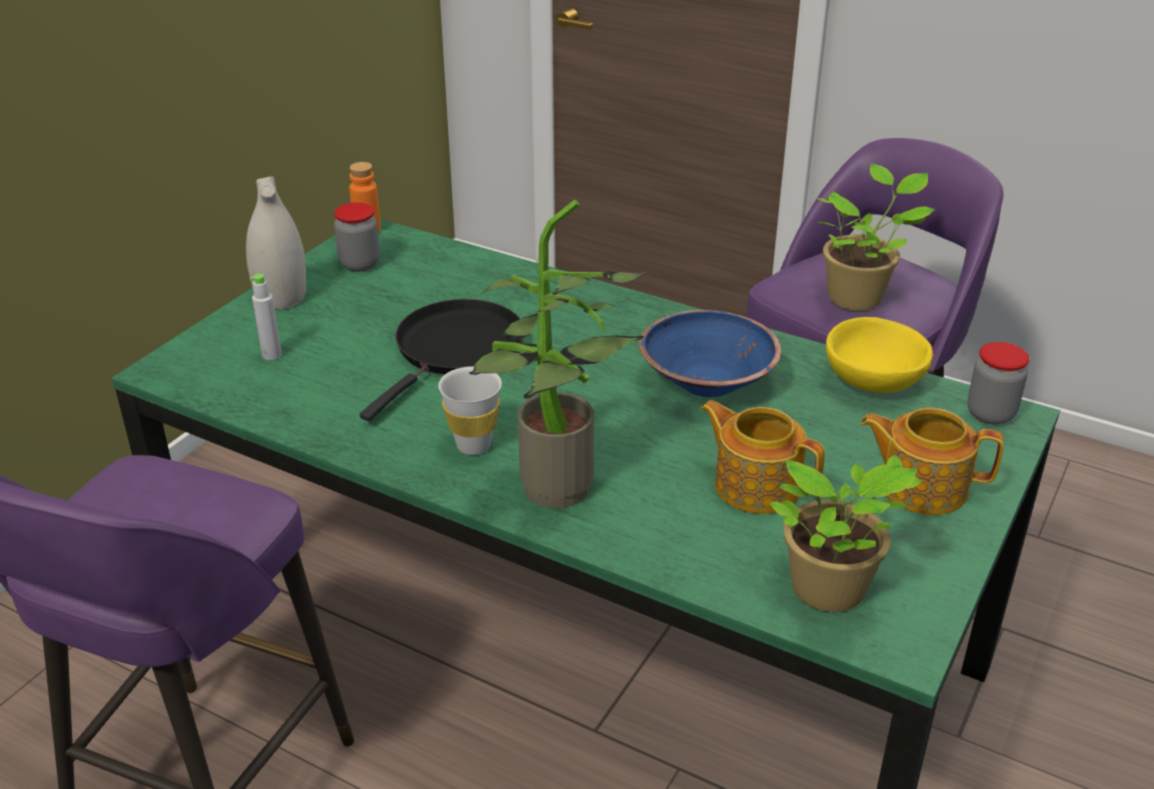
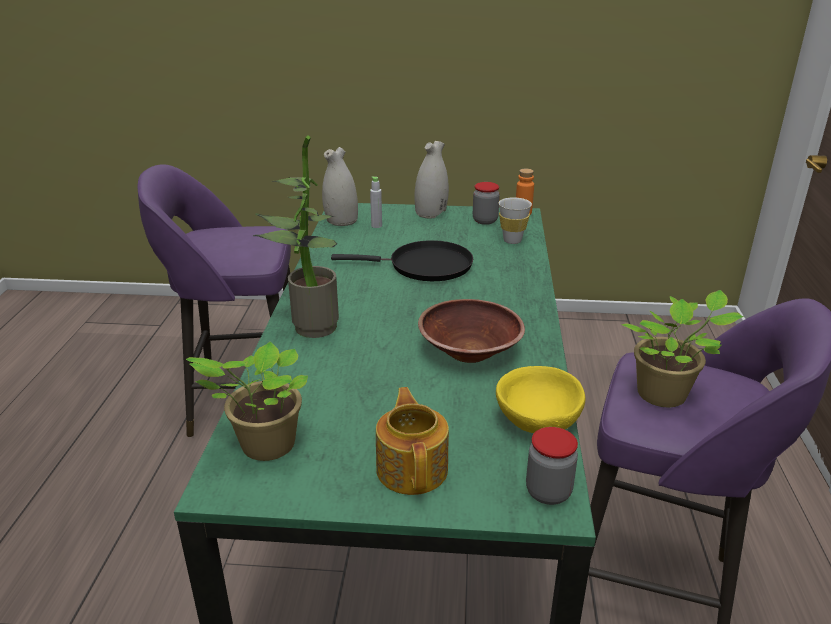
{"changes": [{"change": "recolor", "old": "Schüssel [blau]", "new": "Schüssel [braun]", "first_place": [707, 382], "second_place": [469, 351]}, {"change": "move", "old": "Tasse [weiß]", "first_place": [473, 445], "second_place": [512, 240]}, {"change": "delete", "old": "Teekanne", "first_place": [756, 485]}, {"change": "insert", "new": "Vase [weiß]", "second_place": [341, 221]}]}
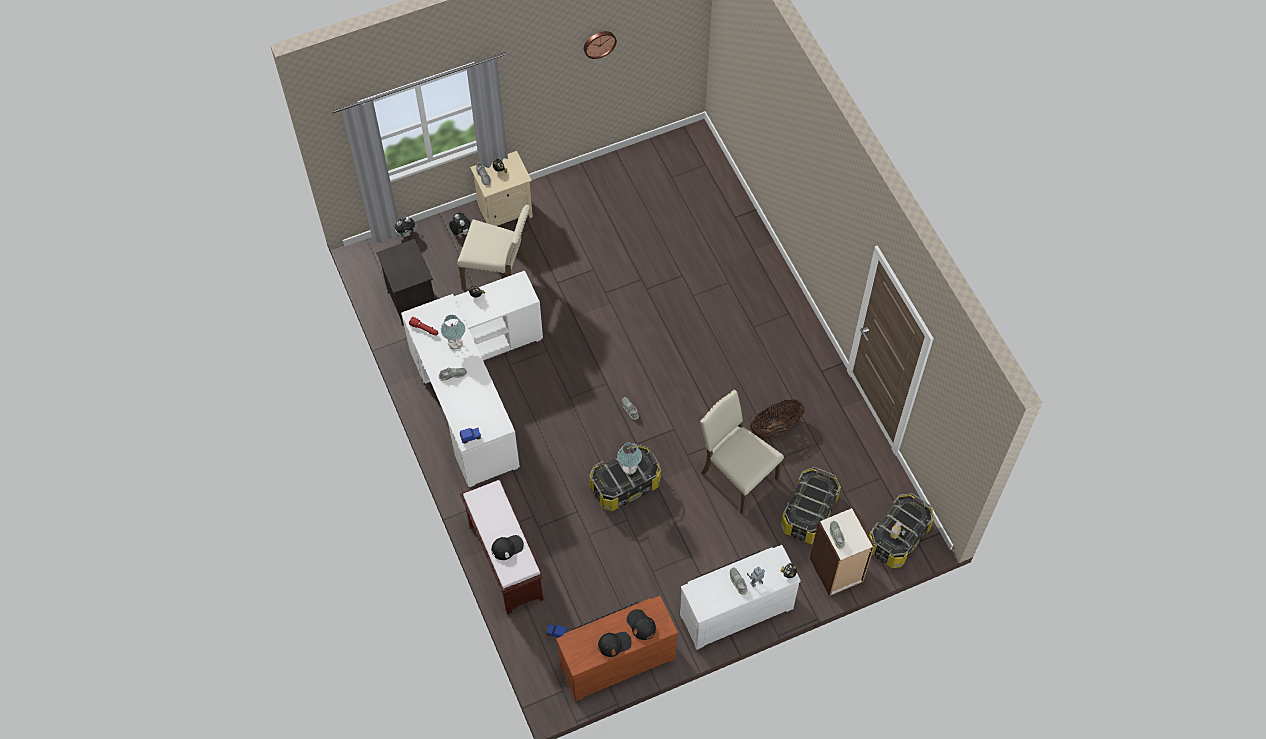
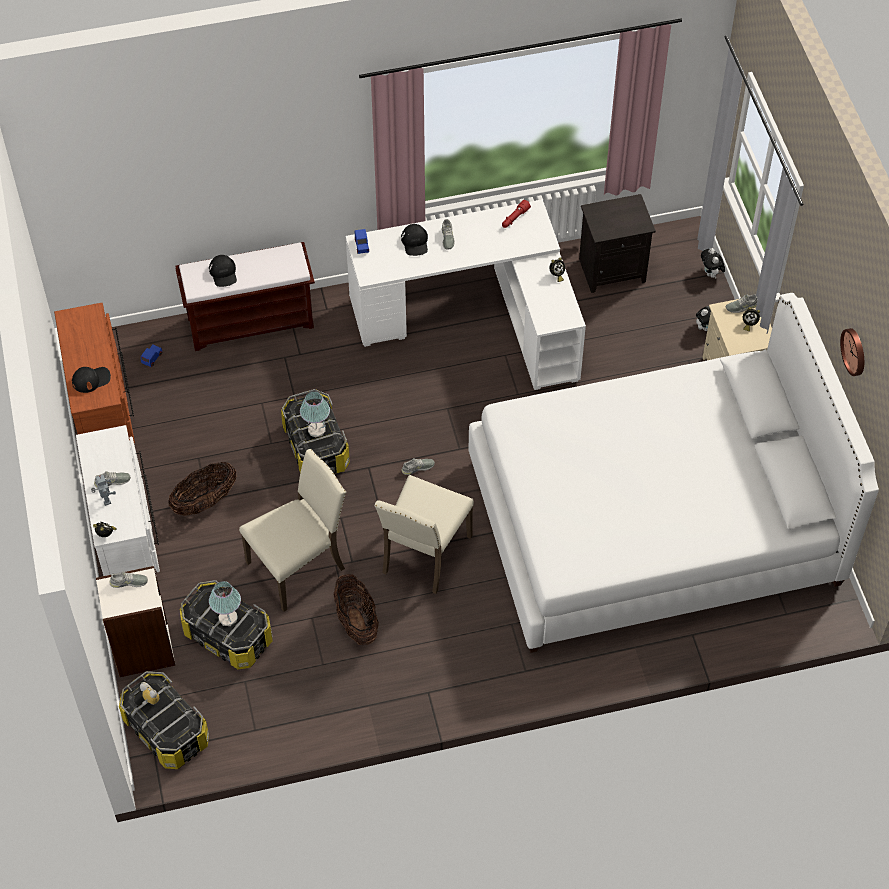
{"changes": [{"change": "move", "old": "Stuhl [beige]", "first_place": [498, 274], "second_place": [424, 555]}, {"change": "move", "old": "Tischlampe", "first_place": [455, 343], "second_place": [228, 618]}, {"change": "move", "old": "Kappe [schwarz]", "first_place": [614, 644], "second_place": [415, 242]}, {"change": "insert", "new": "Bett [weiß]", "second_place": [653, 522]}, {"change": "insert", "new": "Korb", "second_place": [205, 501]}]}
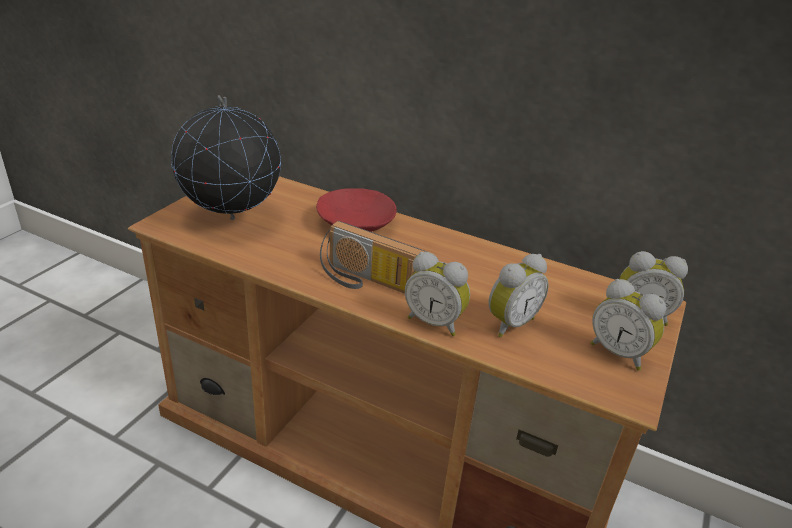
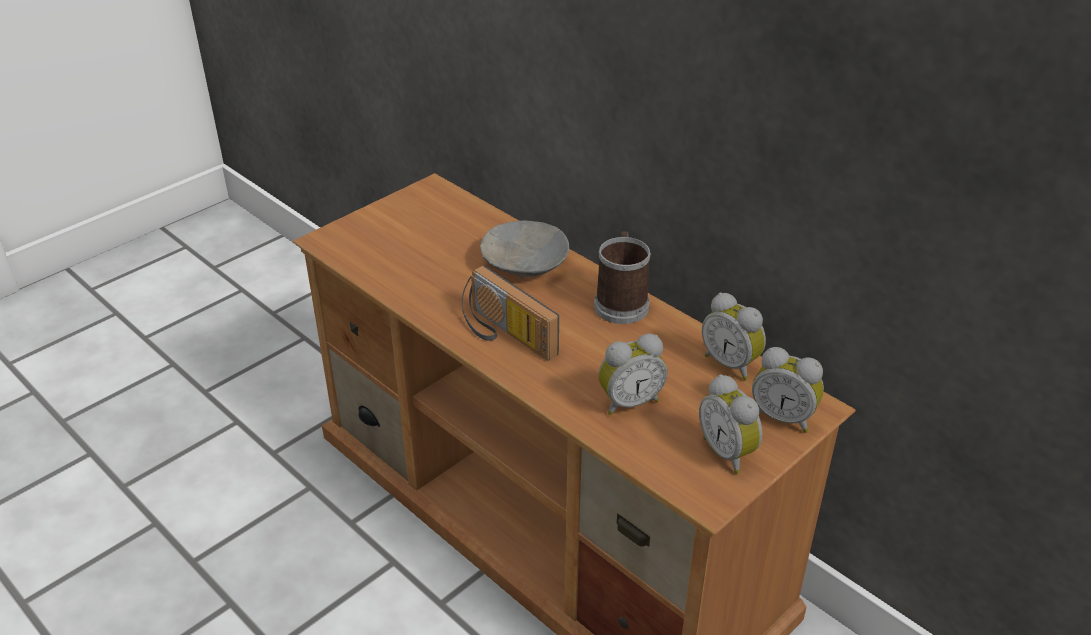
{"changes": [{"change": "delete", "old": "Globus", "first_place": [232, 220]}, {"change": "recolor", "old": "Schüssel [rot]", "new": "Schüssel [grau]", "first_place": [355, 224], "second_place": [524, 263]}, {"change": "move", "old": "Wecker", "first_place": [435, 322], "second_place": [731, 363]}, {"change": "insert", "new": "Henkelbecher", "second_place": [621, 302]}]}
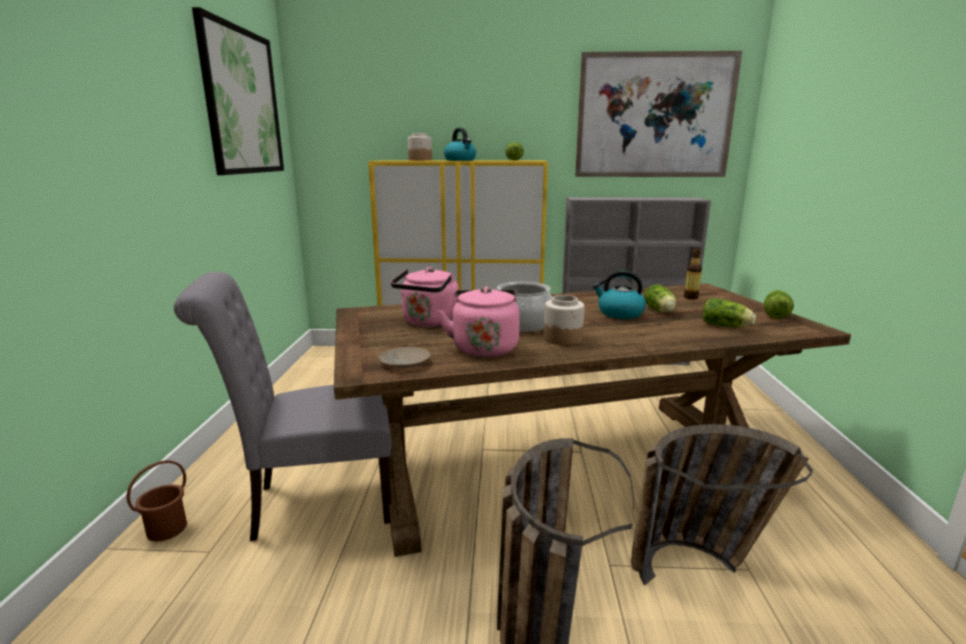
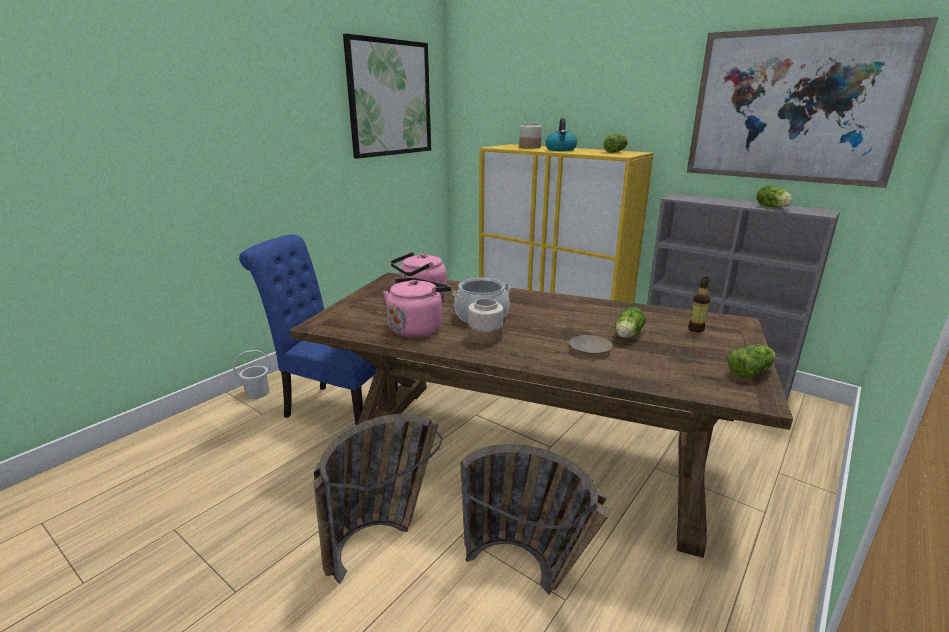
{"changes": [{"change": "delete", "old": "Wasserkessel", "first_place": [619, 313]}, {"change": "recolor", "old": "Stuhl [grau]", "new": "Stuhl [blau]", "first_place": [314, 503], "second_place": [335, 408]}, {"change": "move", "old": "Salatkopf", "first_place": [727, 326], "second_place": [773, 207]}, {"change": "move", "old": "Teller [beige]", "first_place": [404, 363], "second_place": [589, 349]}, {"change": "recolor", "old": "Eimer [braun]", "new": "Eimer [weiß]", "first_place": [167, 529], "second_place": [257, 393]}]}
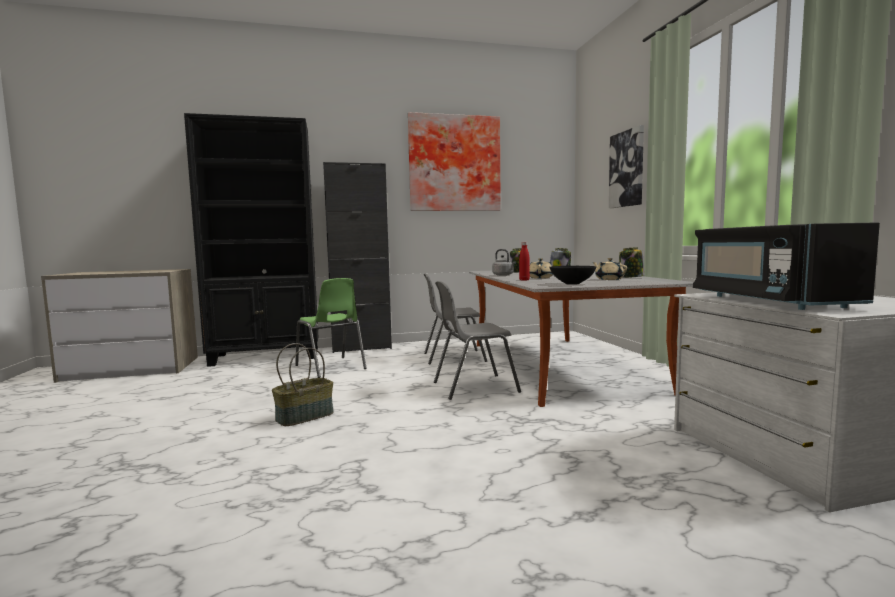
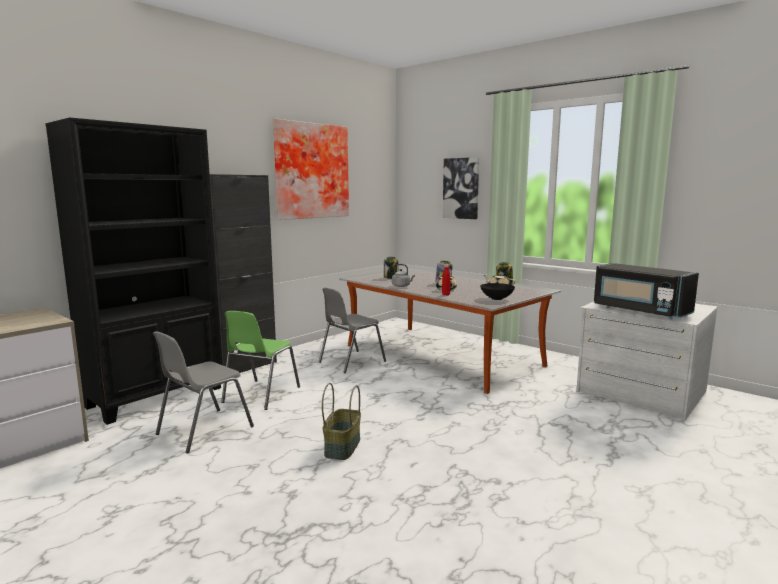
{"changes": [{"change": "rotate", "old": "Stuhl [grün]", "first_place": [331, 367], "second_place": [260, 395], "degrees": 90}, {"change": "move", "old": "Stuhl [grau]", "first_place": [473, 387], "second_place": [203, 431]}]}
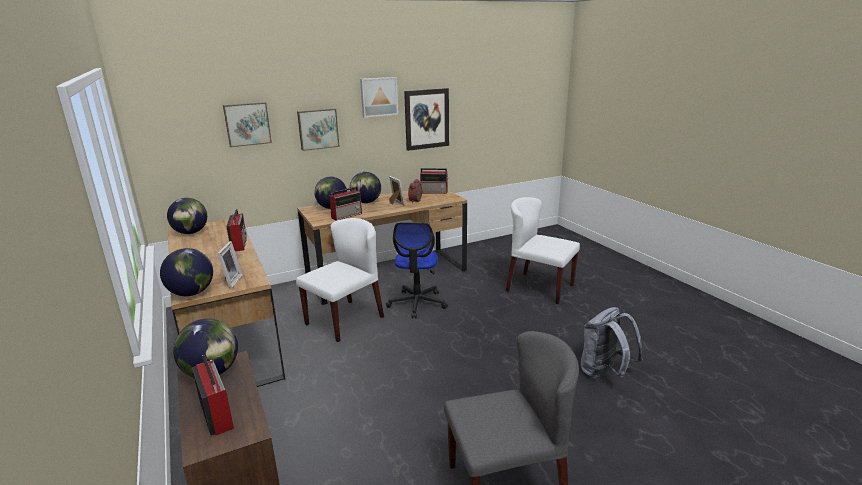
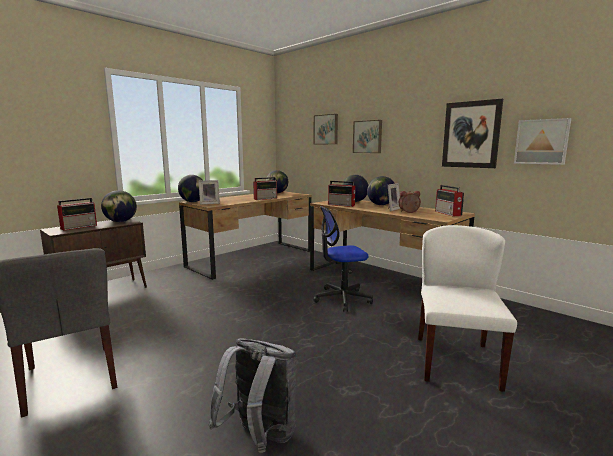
{"changes": [{"change": "move", "old": "Bild", "first_place": [378, 96], "second_place": [541, 142]}, {"change": "delete", "old": "Stuhl [weiß]", "first_place": [345, 320]}]}
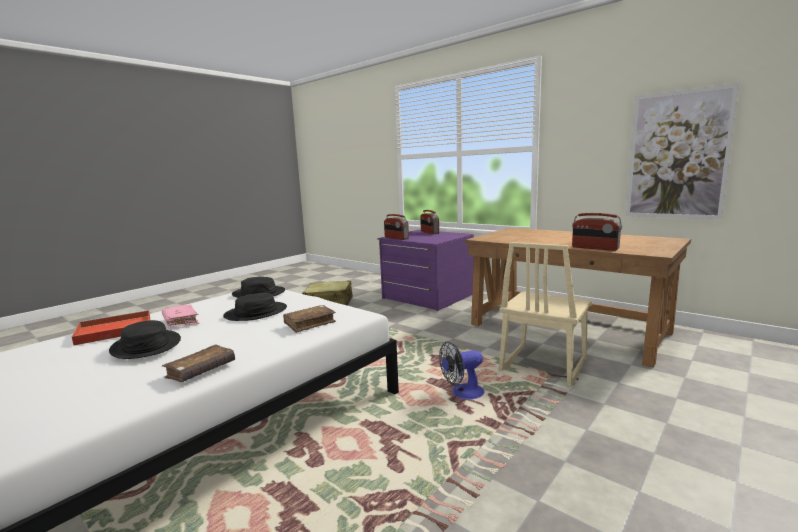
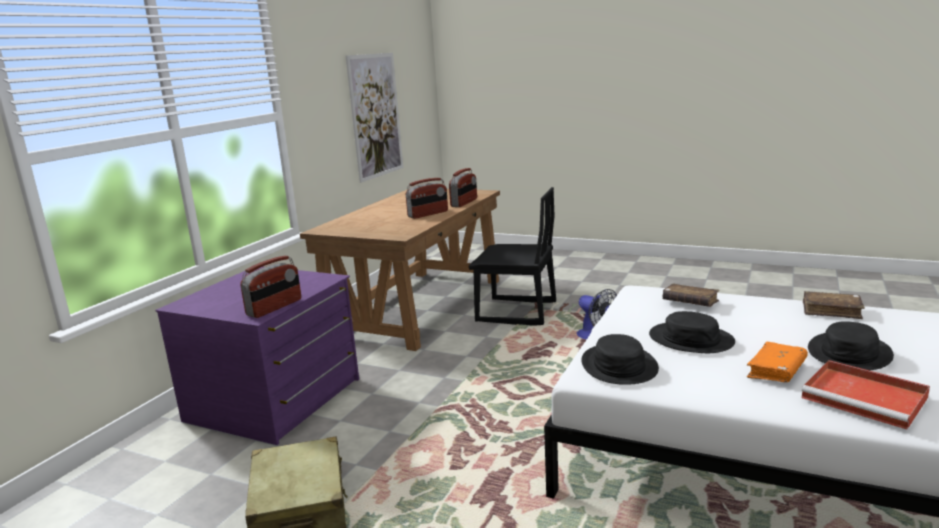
{"changes": [{"change": "move", "old": "Radio", "first_place": [429, 232], "second_place": [428, 214]}, {"change": "recolor", "old": "Stuhl [beige]", "new": "Stuhl [schwarz]", "first_place": [542, 365], "second_place": [516, 312]}, {"change": "recolor", "old": "Buch [rosa]", "new": "Buch [orange]", "first_place": [181, 321], "second_place": [776, 370]}]}
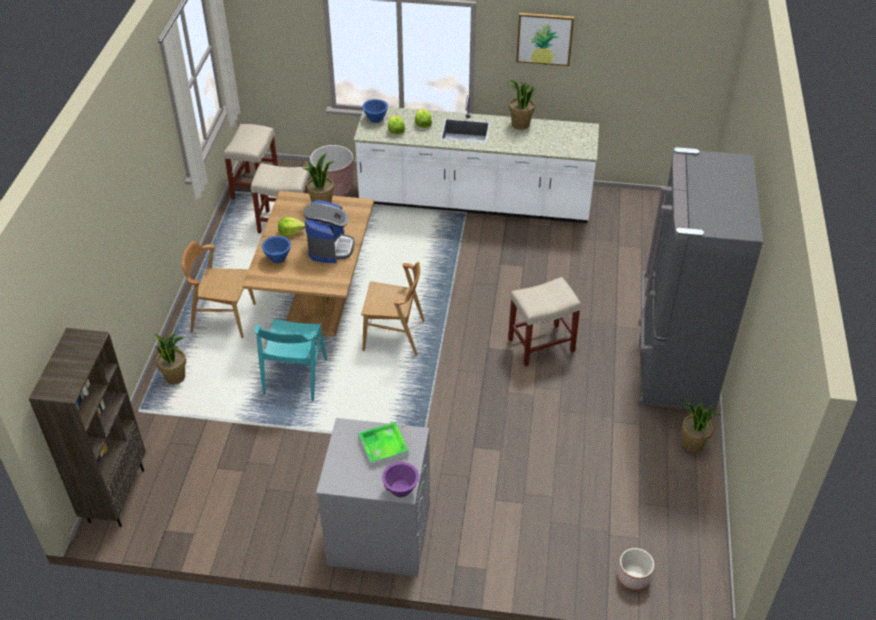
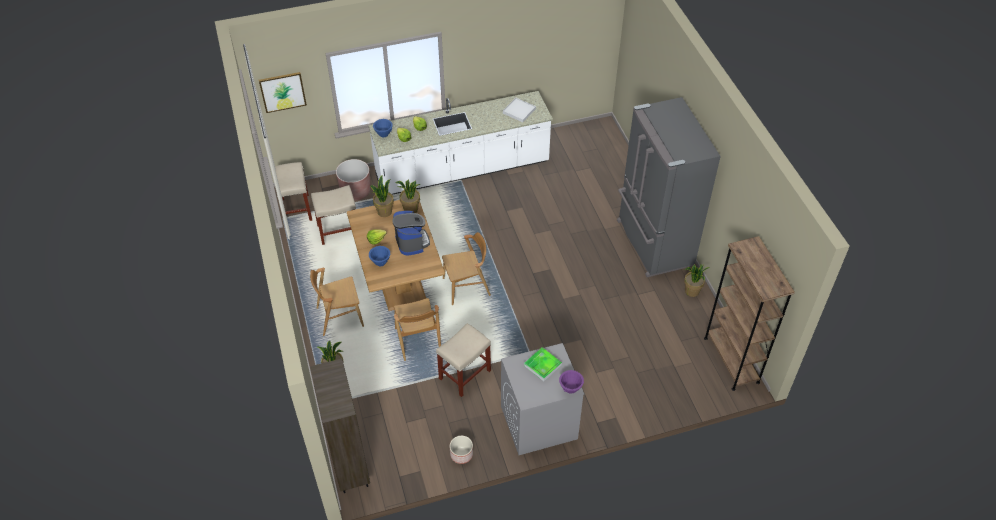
{"changes": [{"change": "move", "old": "Bild", "first_place": [544, 38], "second_place": [282, 91]}, {"change": "move", "old": "Topfpflanze", "first_place": [520, 124], "second_place": [410, 209]}, {"change": "move", "old": "Hocker [beige]", "first_place": [540, 345], "second_place": [464, 375]}, {"change": "recolor", "old": "Stuhl [türkis]", "new": "Stuhl [braun]", "first_place": [294, 377], "second_place": [418, 340]}, {"change": "move", "old": "Pflanzkübel", "first_place": [633, 576], "second_place": [461, 454]}, {"change": "insert", "new": "Tablett [weiß]", "second_place": [519, 111]}, {"change": "insert", "new": "Bücherregal [braun]", "second_place": [731, 360]}]}
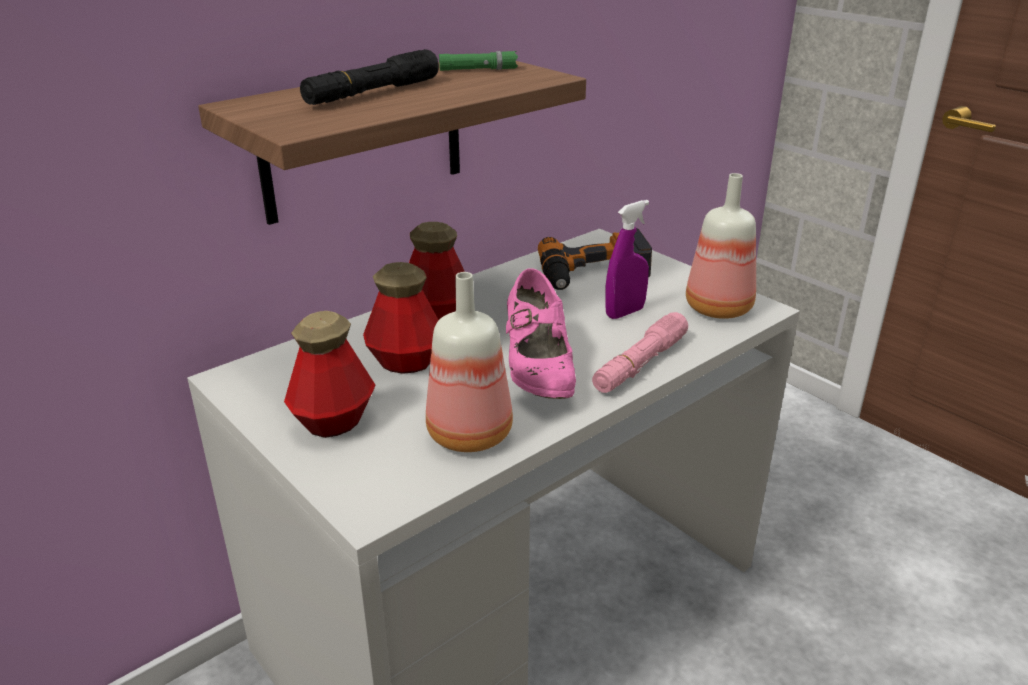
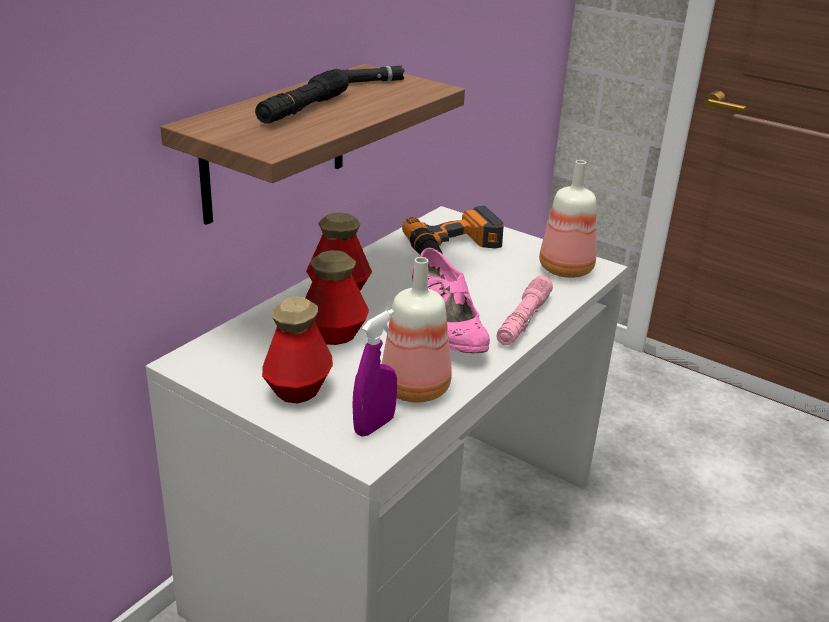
{"changes": [{"change": "recolor", "old": "Taschenlampe [grün]", "new": "Taschenlampe [schwarz]", "first_place": [478, 69], "second_place": [371, 82]}, {"change": "move", "old": "Sprühflasche [lila]", "first_place": [625, 312], "second_place": [374, 426]}]}
